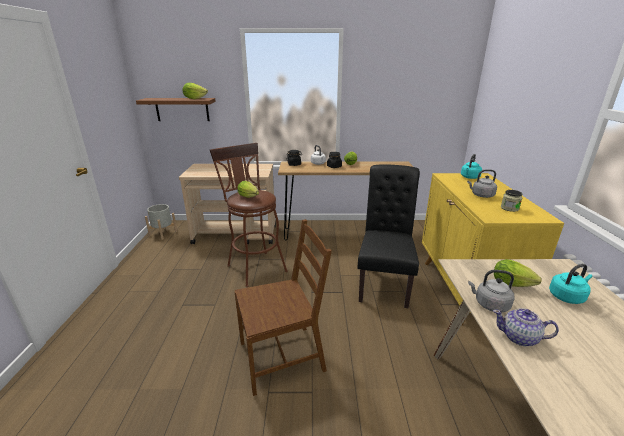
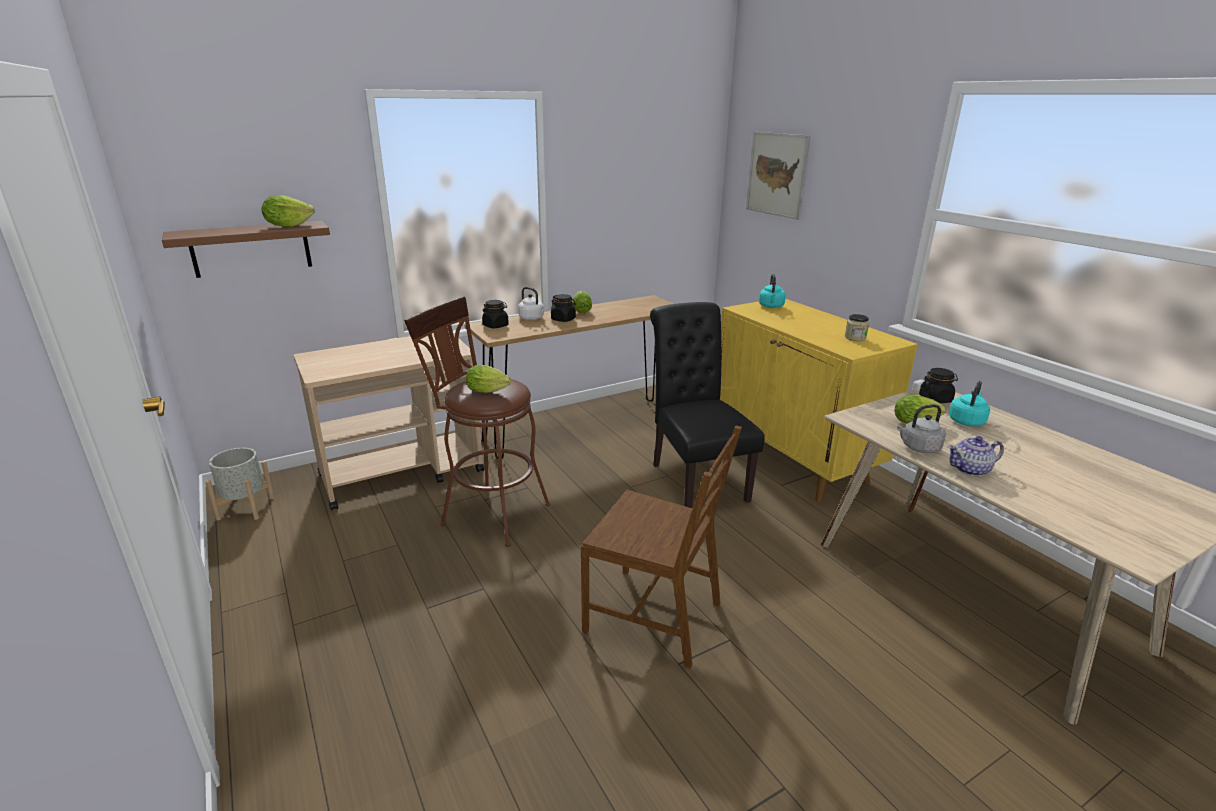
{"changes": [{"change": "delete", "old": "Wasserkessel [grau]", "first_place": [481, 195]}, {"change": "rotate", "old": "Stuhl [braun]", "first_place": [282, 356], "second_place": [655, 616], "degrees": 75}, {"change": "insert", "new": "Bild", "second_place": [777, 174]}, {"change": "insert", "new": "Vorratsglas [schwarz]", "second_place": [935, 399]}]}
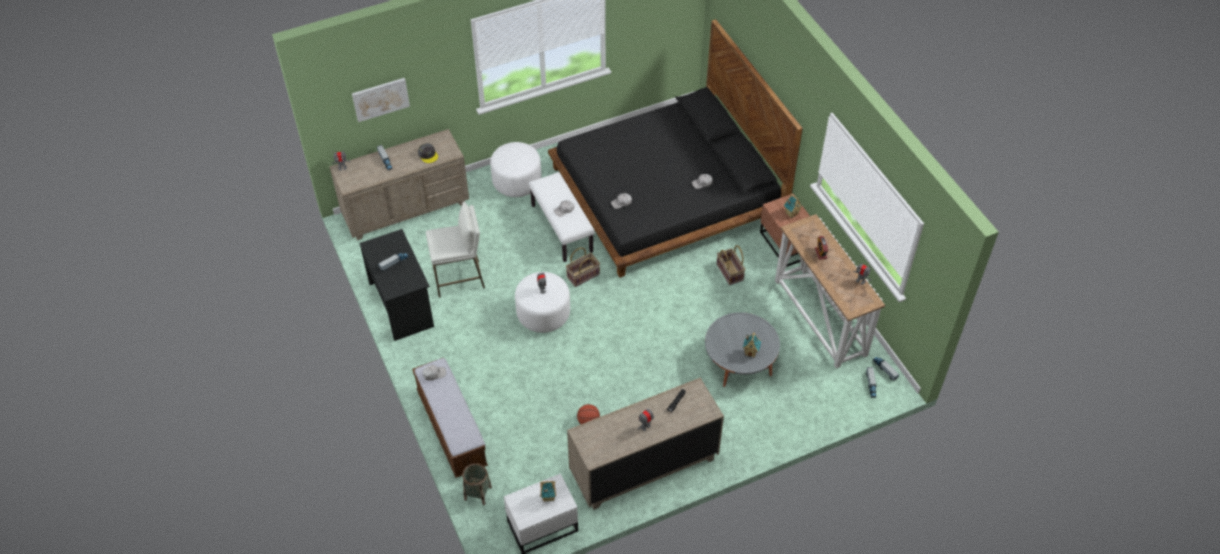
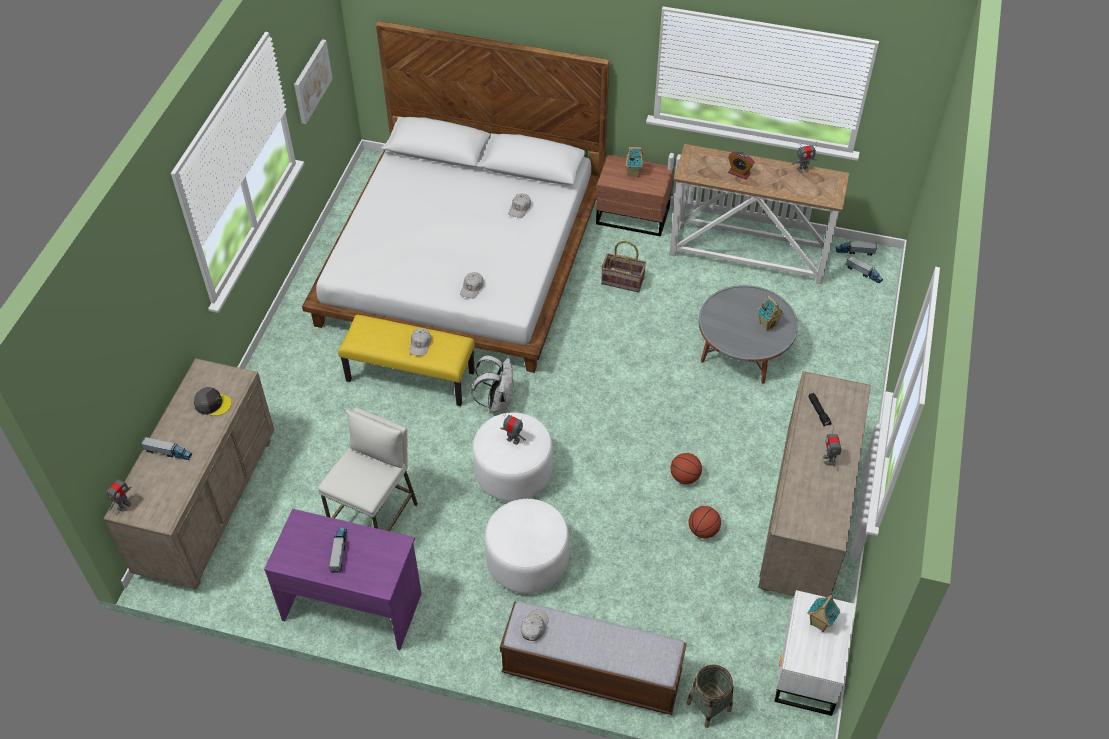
{"changes": [{"change": "recolor", "old": "Bett [schwarz]", "new": "Bett [weiß]", "first_place": [666, 192], "second_place": [462, 258]}, {"change": "move", "old": "Bild", "first_place": [380, 99], "second_place": [311, 81]}, {"change": "move", "old": "Polsterhocker [weiß]", "first_place": [517, 181], "second_place": [527, 561]}, {"change": "recolor", "old": "Bank [weiß]", "new": "Bank [gelb]", "first_place": [562, 228], "second_place": [411, 376]}, {"change": "recolor", "old": "Schreibtisch [schwarz]", "new": "Schreibtisch [lila]", "first_place": [402, 304], "second_place": [352, 605]}, {"change": "replace", "old": "Korb", "new": "Rucksack [weiß]", "first_place": [583, 275], "second_place": [497, 402]}, {"change": "insert", "new": "Basketball", "second_place": [685, 477]}]}
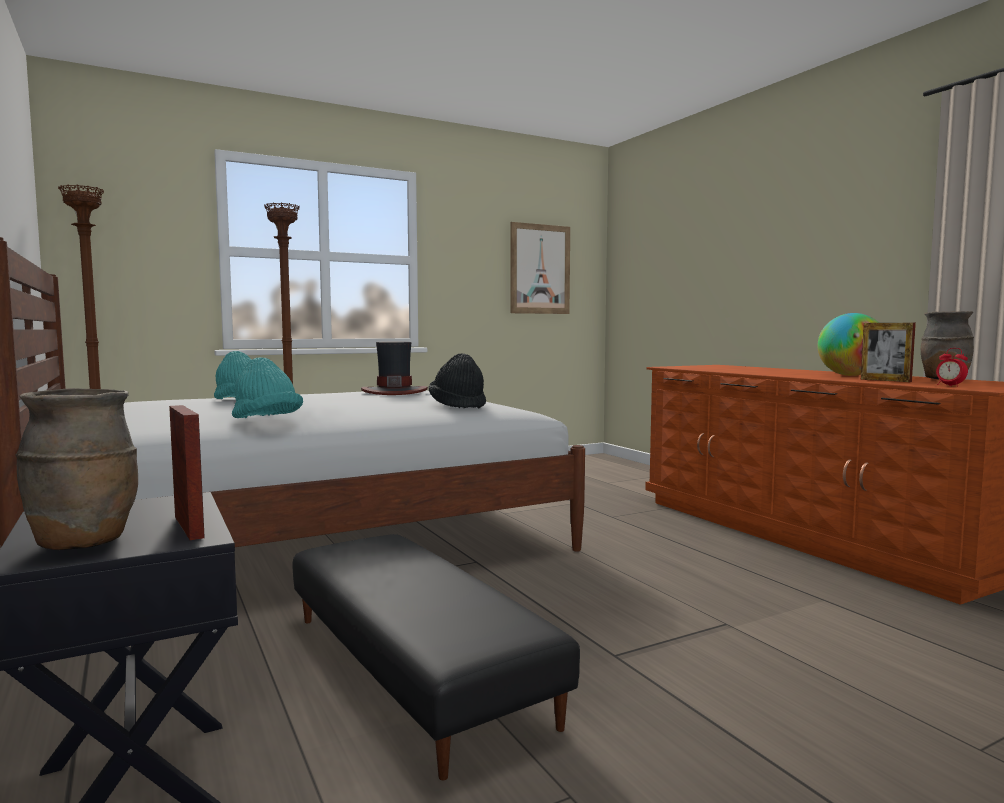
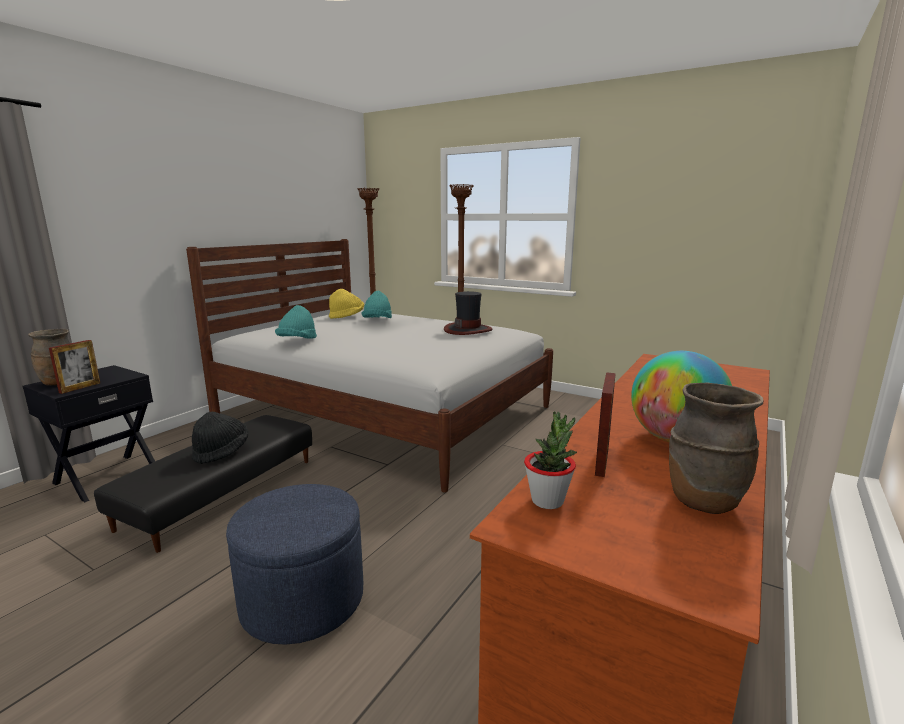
{"changes": [{"change": "delete", "old": "Bild", "first_place": [540, 269]}, {"change": "replace", "old": "Wecker", "new": "Topfpflanze", "first_place": [950, 386], "second_place": [547, 501]}, {"change": "move", "old": "Hut [schwarz]", "first_place": [458, 405], "second_place": [221, 452]}, {"change": "insert", "new": "Hut [gelb]", "second_place": [347, 316]}, {"change": "insert", "new": "Polsterhocker [blau]", "second_place": [303, 599]}]}
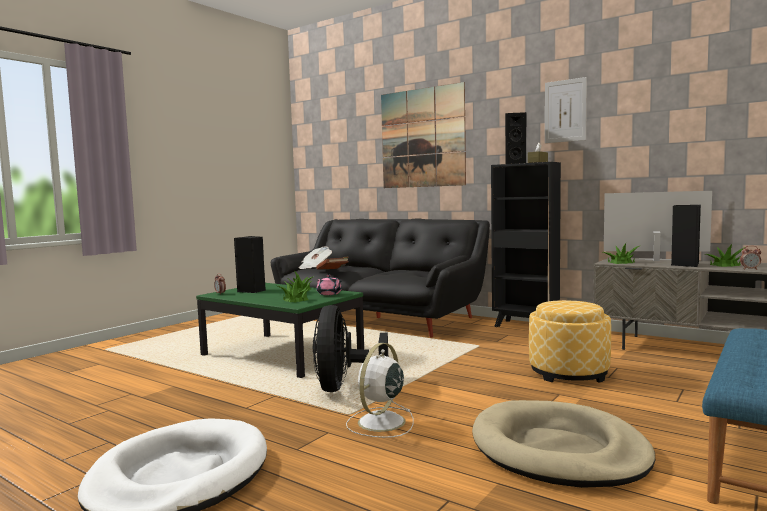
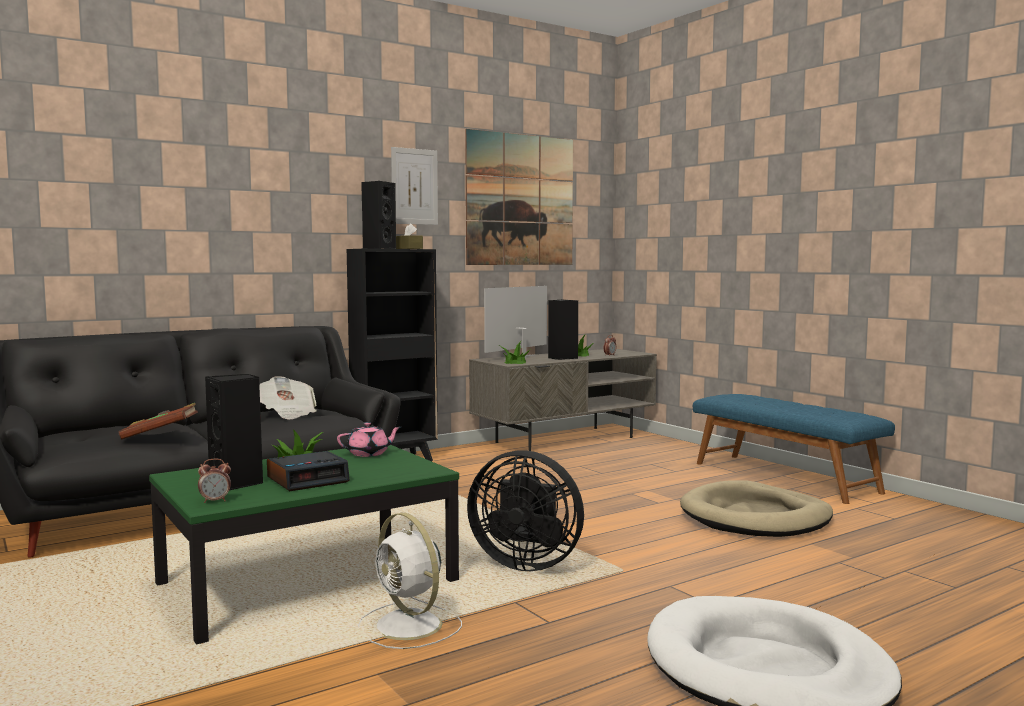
{"changes": [{"change": "move", "old": "Bild", "first_place": [422, 138], "second_place": [520, 200]}, {"change": "move", "old": "Zeitung", "first_place": [314, 267], "second_place": [288, 414]}, {"change": "delete", "old": "Topfpflanze", "first_place": [295, 299]}, {"change": "delete", "old": "Polsterhocker", "first_place": [568, 372]}, {"change": "move", "old": "Ventilator [weiß]", "first_place": [380, 423], "second_place": [410, 626]}, {"change": "insert", "new": "Wecker", "second_place": [308, 480]}]}
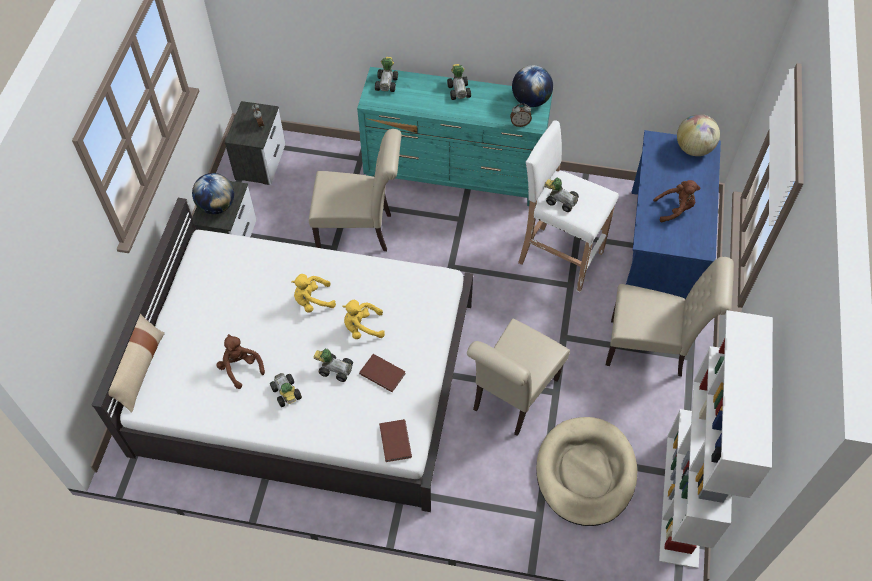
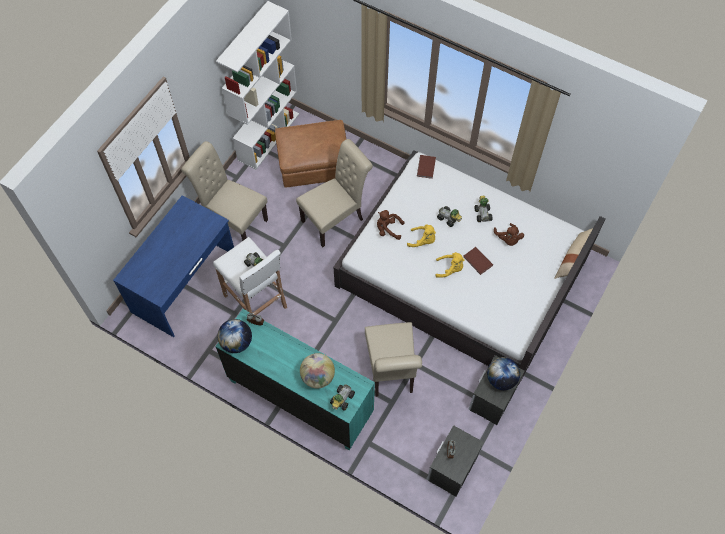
{"changes": [{"change": "delete", "old": "Spielzeugauto", "first_place": [459, 90]}, {"change": "move", "old": "Globus", "first_place": [693, 149], "second_place": [317, 377]}, {"change": "rotate", "old": "Stuhl [beige]", "first_place": [360, 231], "second_place": [391, 372], "degrees": -120}, {"change": "move", "old": "Plüschtier [braun]", "first_place": [675, 209], "second_place": [388, 229]}, {"change": "move", "old": "Buch [braun]", "first_place": [382, 373], "second_place": [477, 262]}, {"change": "replace", "old": "Hundebett [beige]", "new": "Polsterhocker [braun]", "first_place": [585, 473], "second_place": [314, 165]}]}
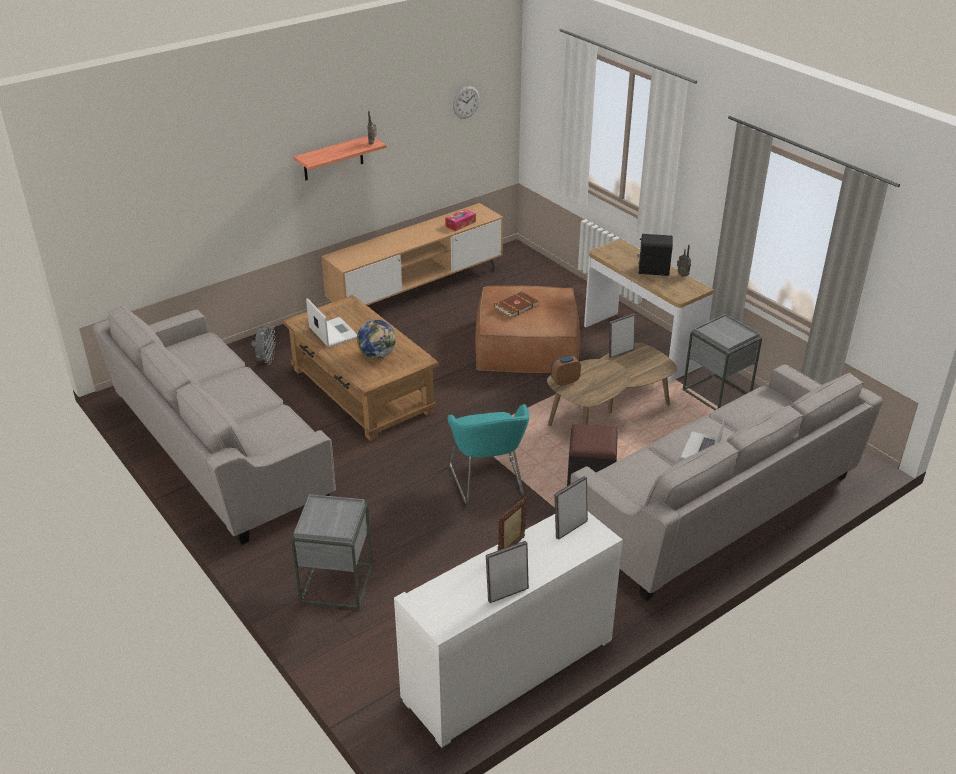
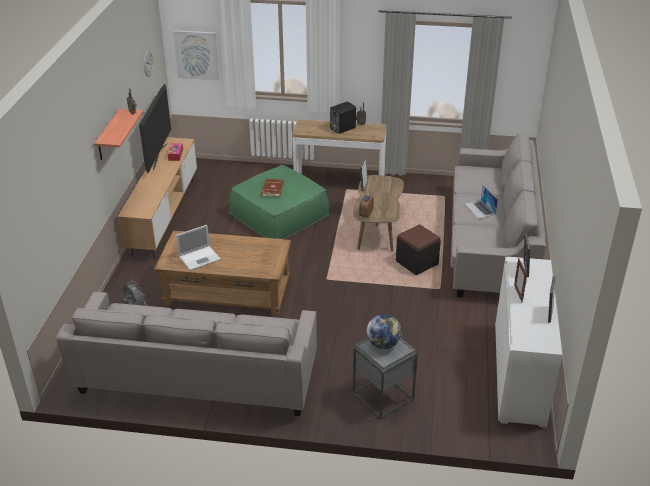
{"changes": [{"change": "recolor", "old": "Polsterhocker [braun]", "new": "Polsterhocker [grün]", "first_place": [527, 343], "second_place": [279, 213]}, {"change": "rotate", "old": "Laptop", "first_place": [333, 332], "second_place": [200, 258], "degrees": 135}, {"change": "delete", "old": "Beistelltisch [grau]", "first_place": [717, 392]}, {"change": "move", "old": "Globus", "first_place": [377, 355], "second_place": [383, 344]}, {"change": "delete", "old": "Sessel [türkis]", "first_place": [488, 484]}, {"change": "insert", "new": "Bild", "second_place": [196, 55]}, {"change": "insert", "new": "Fernseher", "second_place": [159, 156]}]}
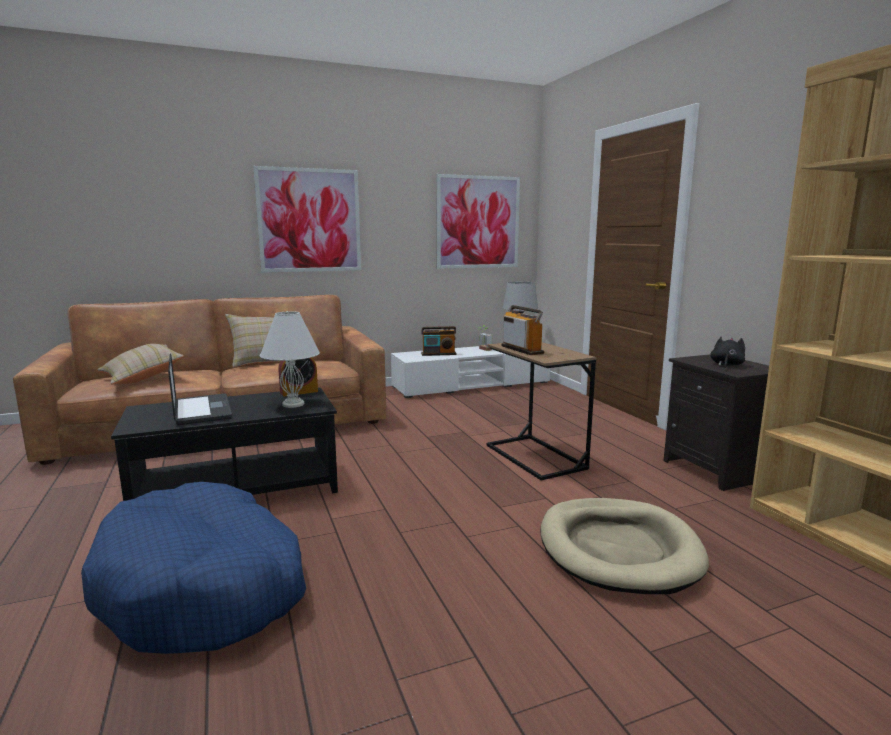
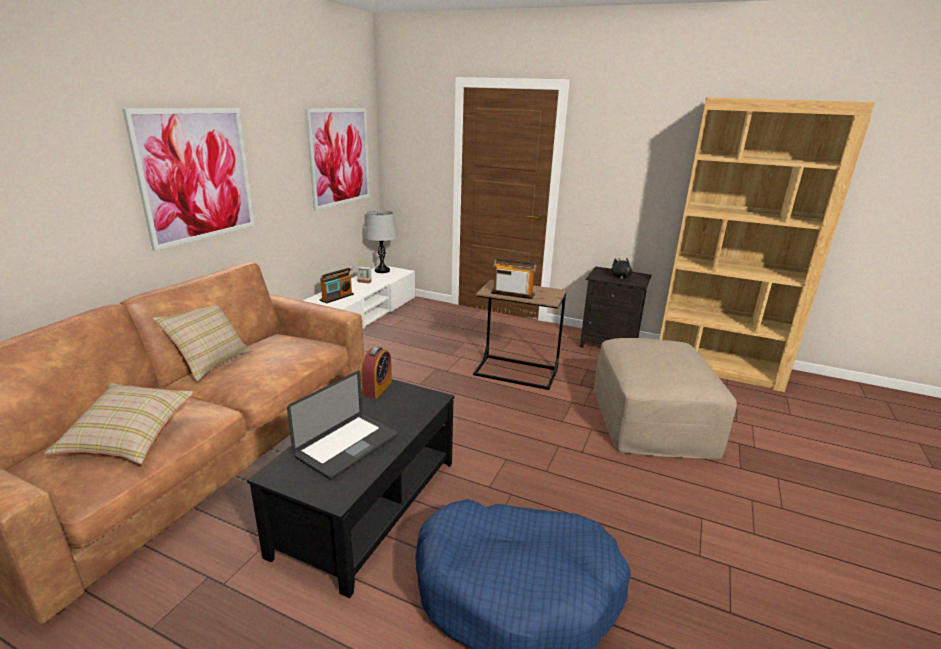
{"changes": [{"change": "delete", "old": "Tischlampe [weiß]", "first_place": [293, 404]}, {"change": "rotate", "old": "Laptop", "first_place": [202, 410], "second_place": [347, 446], "degrees": 105}, {"change": "replace", "old": "Hundebett [beige]", "new": "Polsterhocker [beige]", "first_place": [618, 549], "second_place": [651, 419]}]}
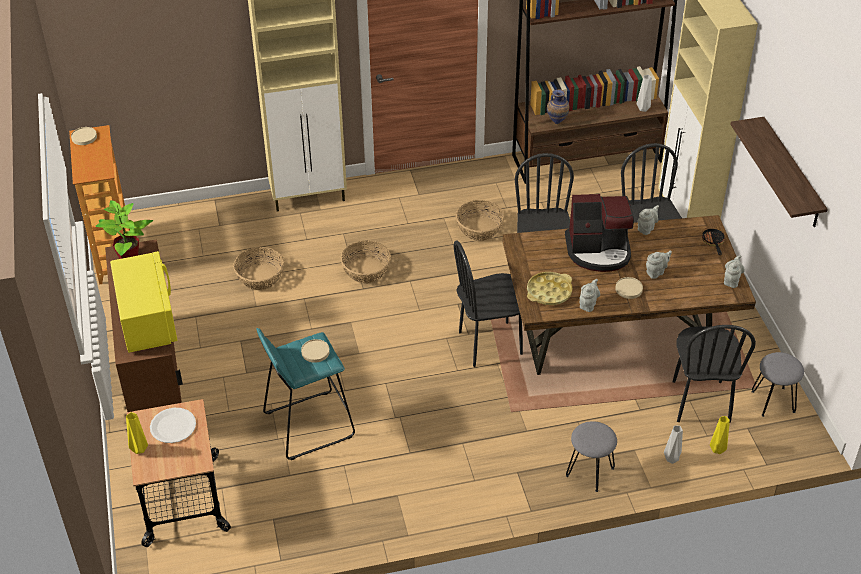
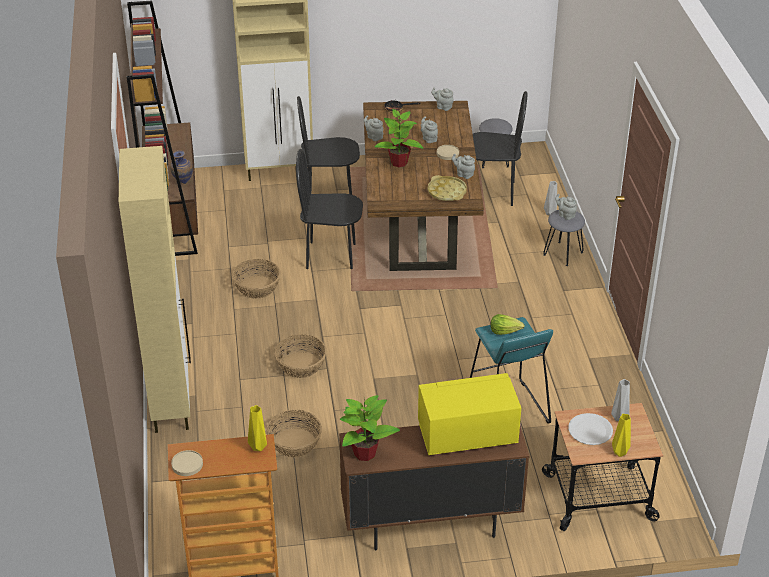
{"changes": [{"change": "move", "old": "Vase [grau]", "first_place": [643, 109], "second_place": [618, 417]}, {"change": "delete", "old": "Wandregal", "first_place": [791, 174]}, {"change": "replace", "old": "Kaffeemaschine", "new": "Topfpflanze", "first_place": [598, 251], "second_place": [399, 163]}, {"change": "delete", "old": "Stuhl [schwarz]", "first_place": [490, 343]}, {"change": "replace", "old": "Teller [beige]", "new": "Salatkopf", "first_place": [315, 352], "second_place": [505, 331]}, {"change": "move", "old": "Vase [gelb]", "first_place": [717, 450], "second_place": [259, 447]}, {"change": "insert", "new": "Teekanne [grau]", "second_place": [565, 215]}]}
